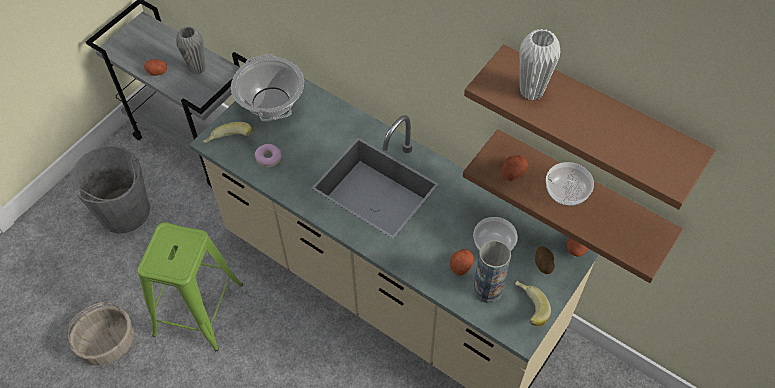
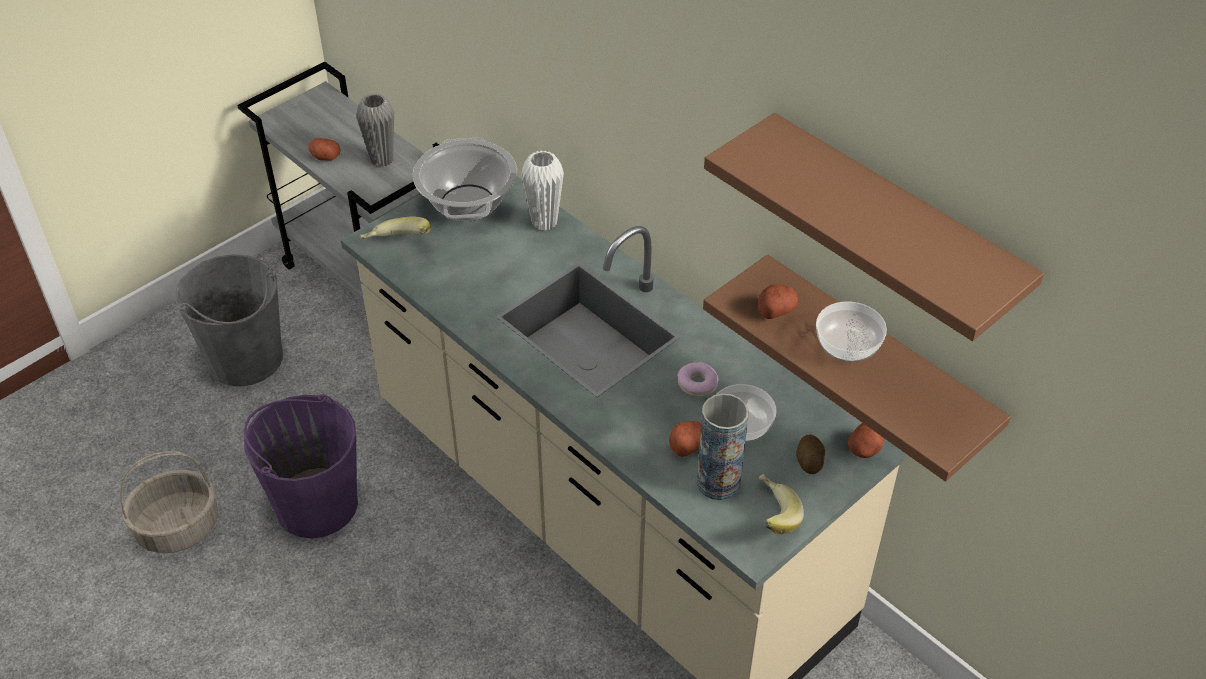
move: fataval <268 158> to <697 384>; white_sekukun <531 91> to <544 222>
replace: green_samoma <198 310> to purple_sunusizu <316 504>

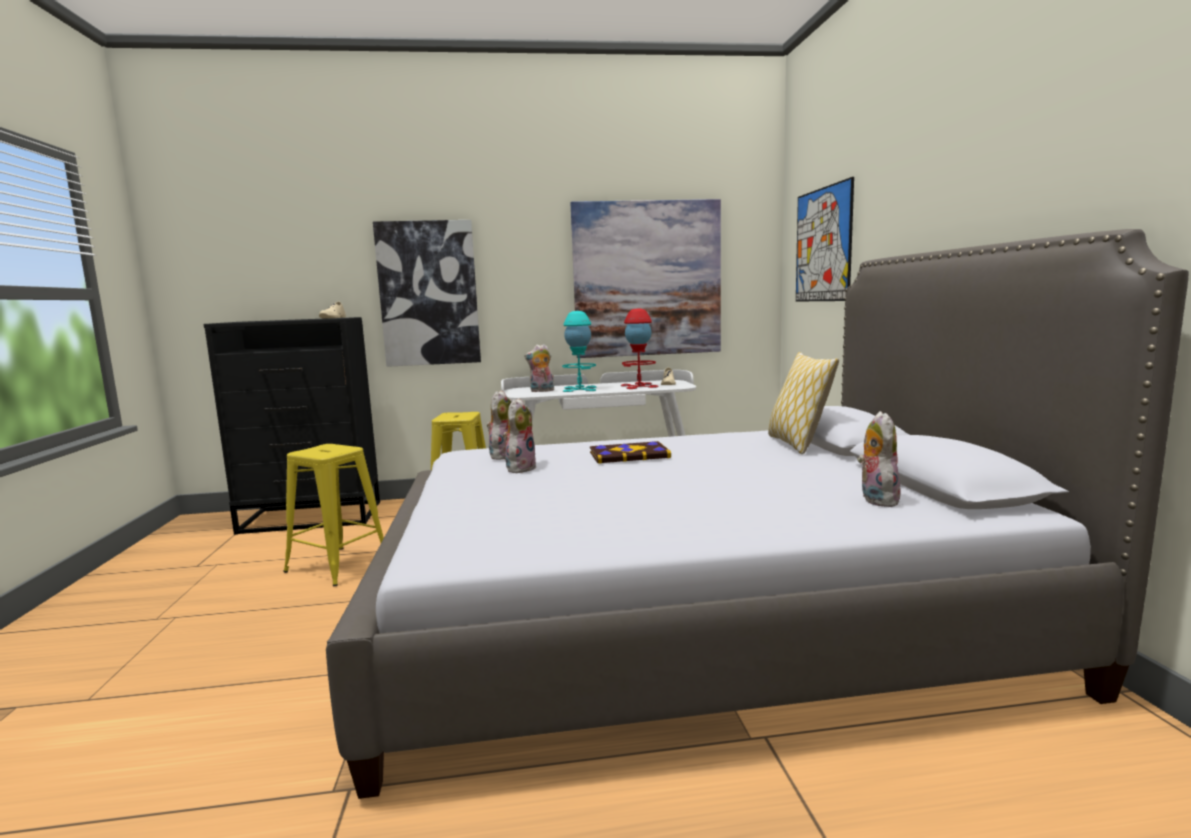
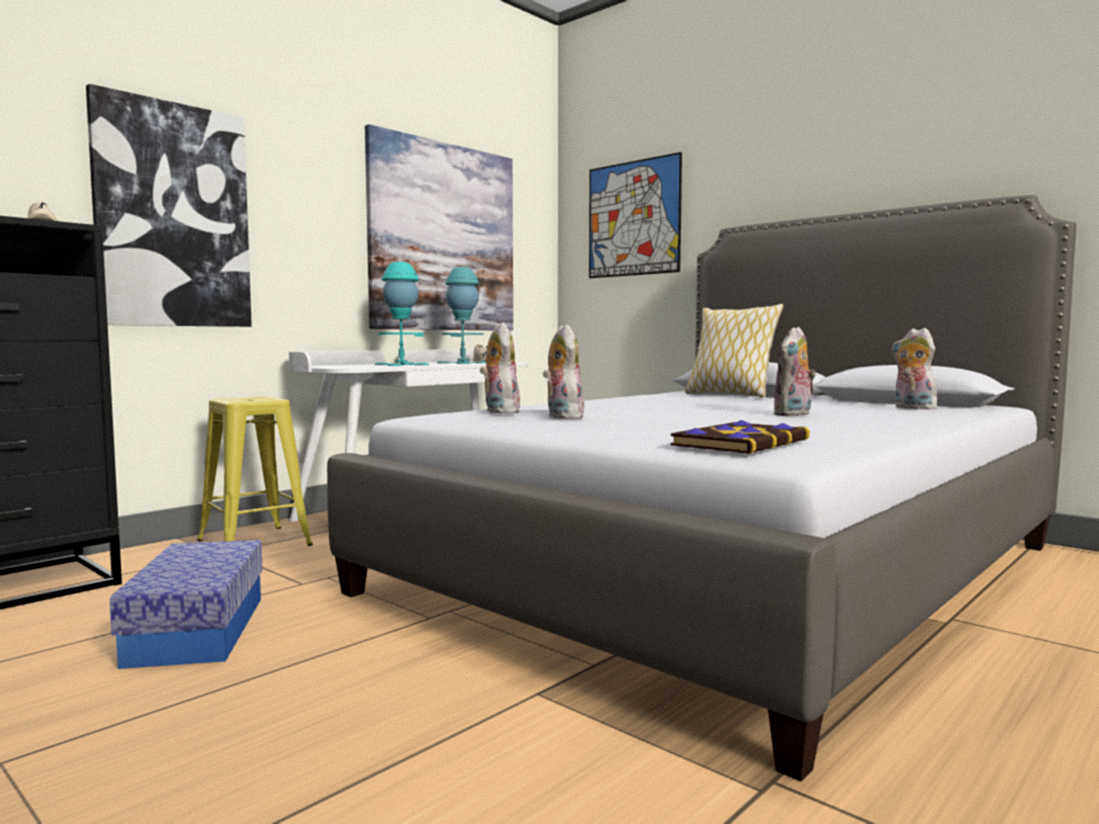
move: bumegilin <541 391> to <794 415>; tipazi <629 455> to <739 442>
replace: yellow_samoma <338 566> to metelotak <197 630>
recolor: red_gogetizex <639 386> to turquoise_gogetizex <462 363>

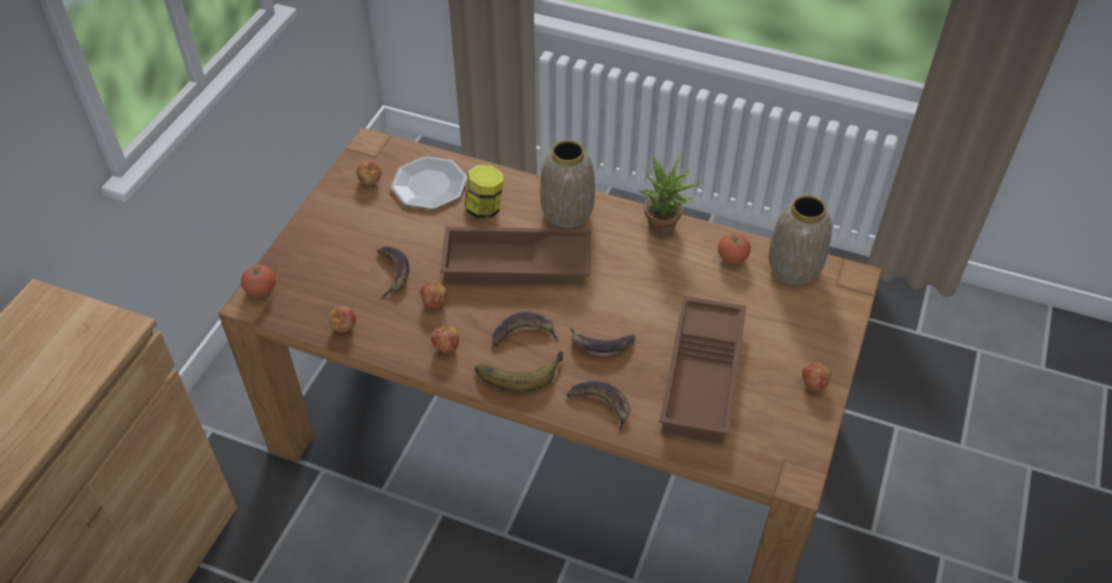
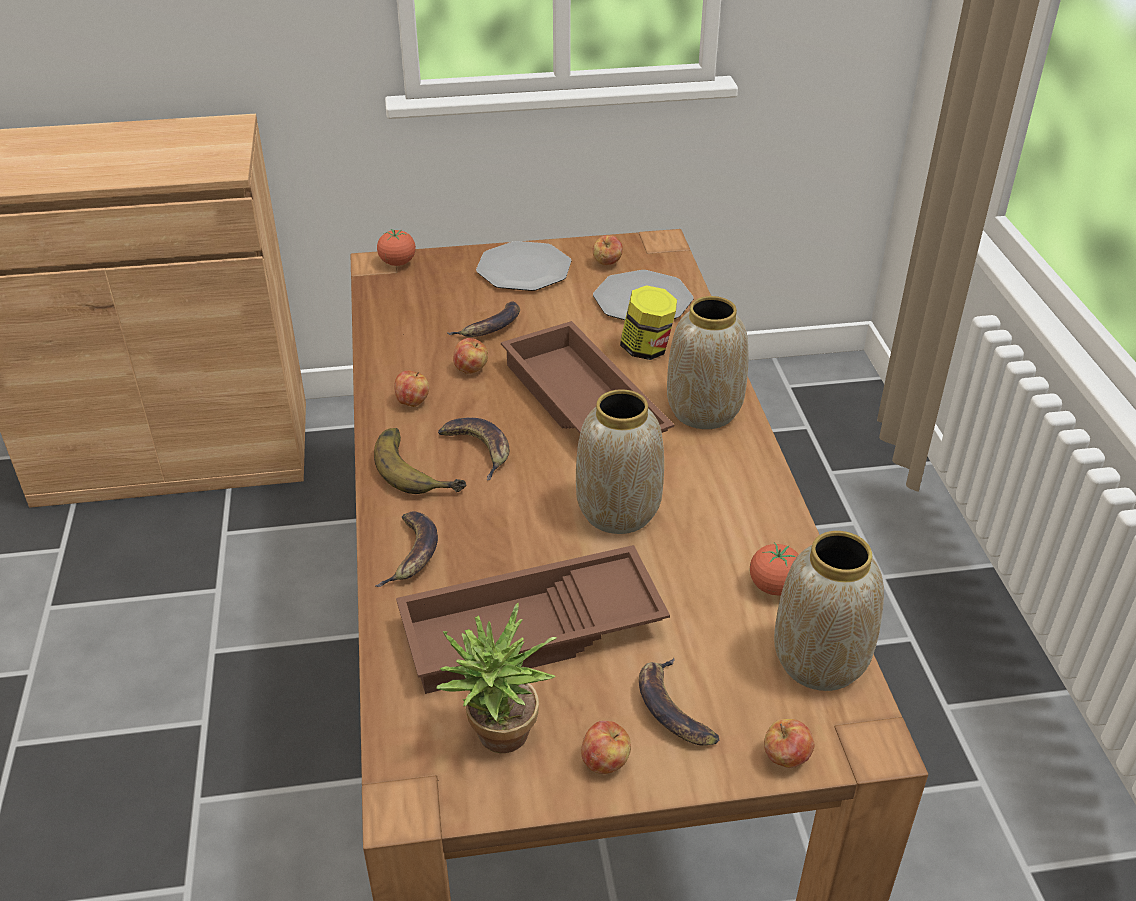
insert: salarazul <523 269>; sekukun <617 511>
move: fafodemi <344 328> to <786 759>; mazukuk <601 344> to <673 708>; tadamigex <665 228> to <498 741>

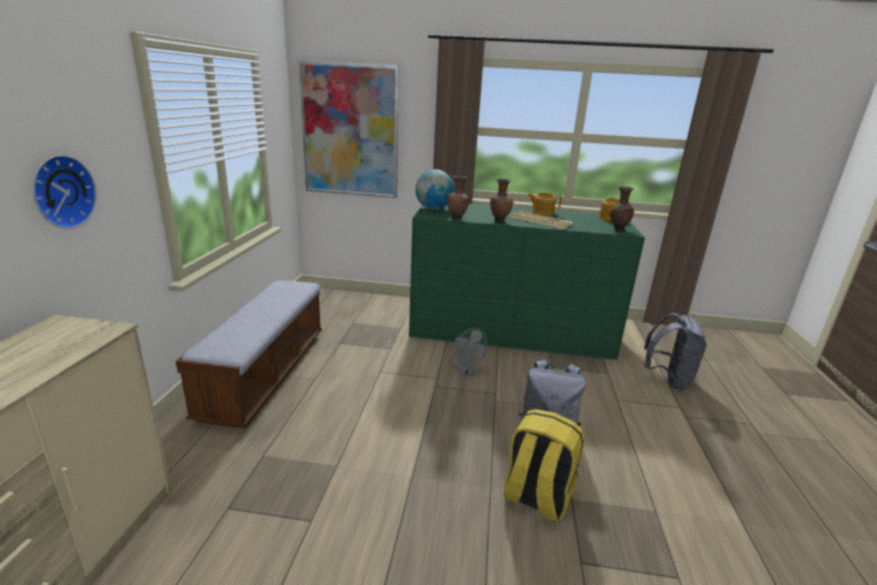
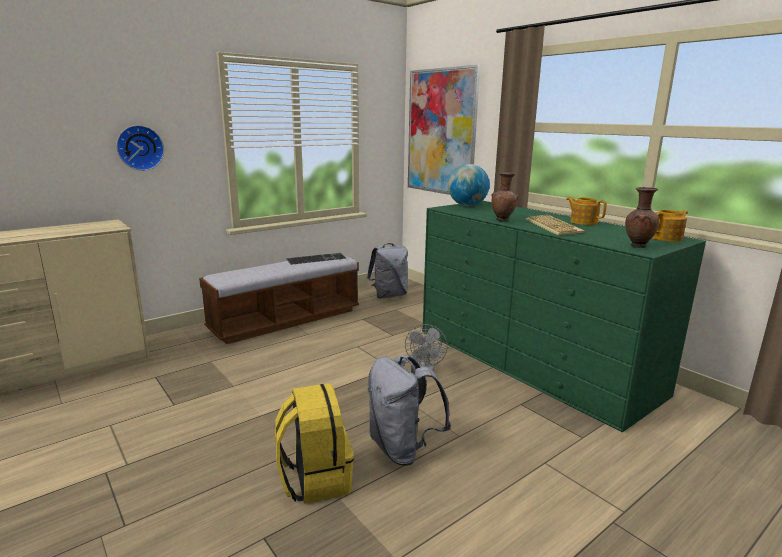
delete: brown_sekukun <457 218>
insert: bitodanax <316 258>
move: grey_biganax <668 379> to <389 295>

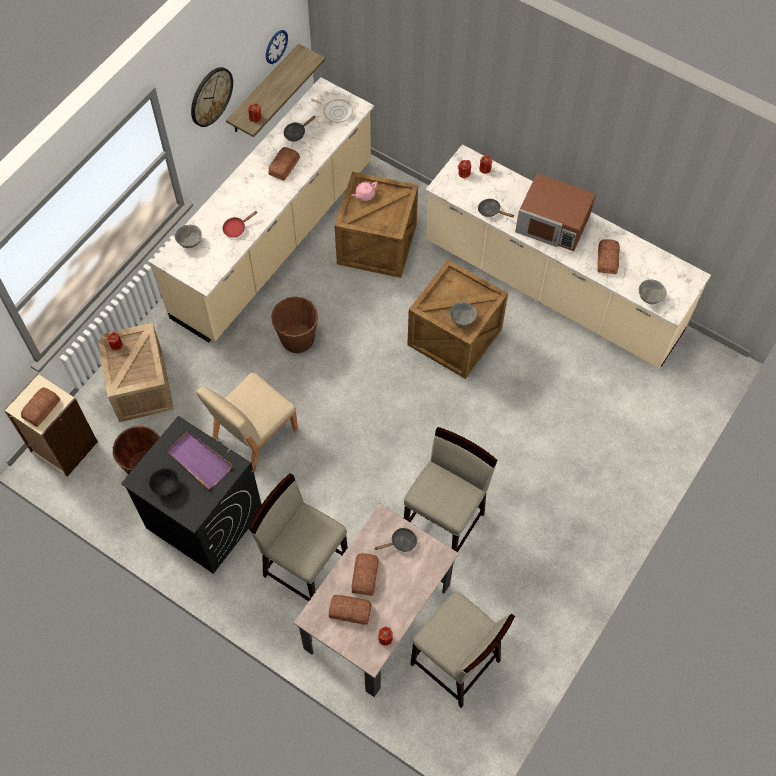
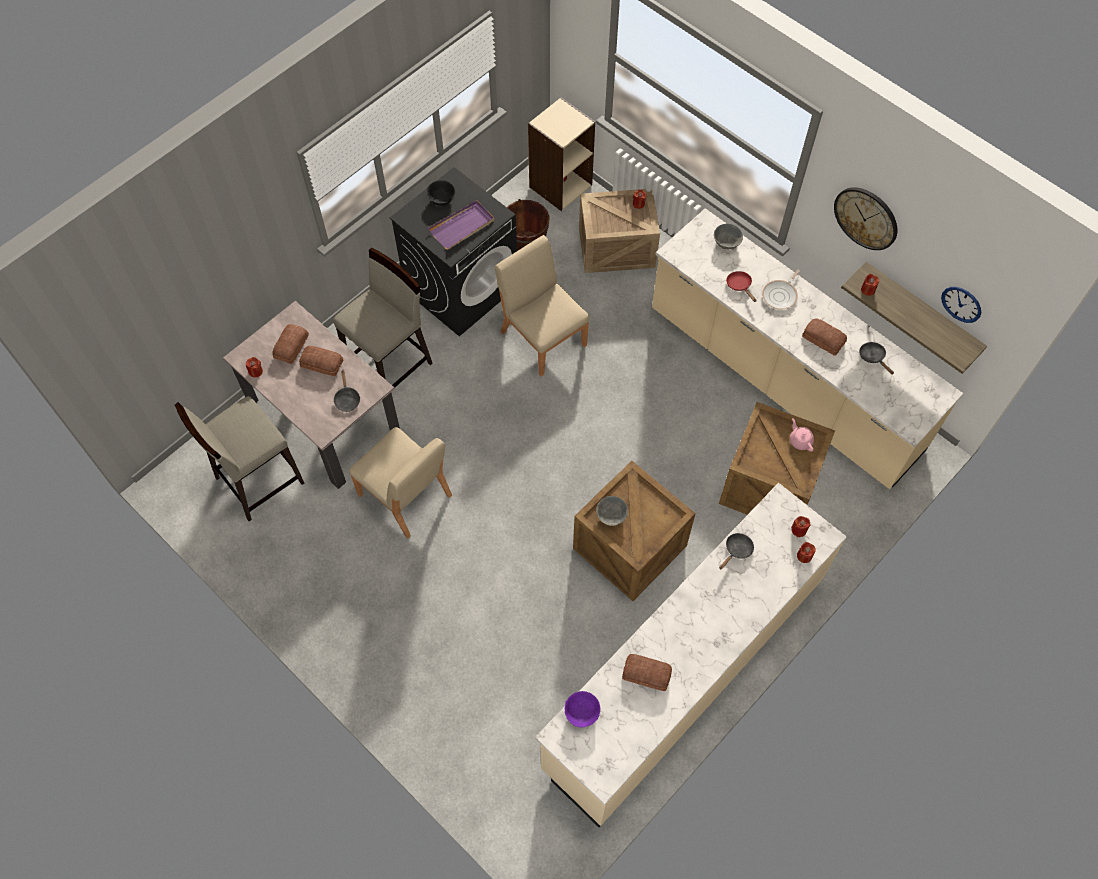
delete: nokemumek <40 409>; brown_sunusizu <297 338>; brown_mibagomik <553 223>
move: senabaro <336 112> to <780 295>
replace: beige_samoma <444 523> to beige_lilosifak <405 496>
recolor: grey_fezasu <650 297> to purple_fezasu <582 713>

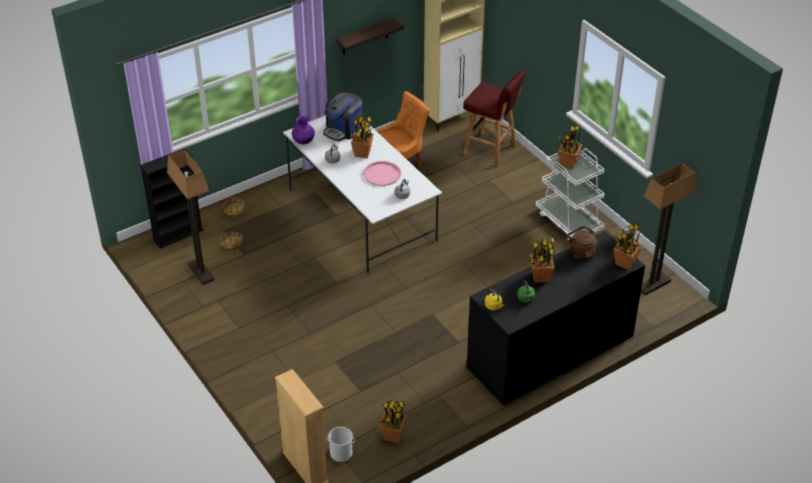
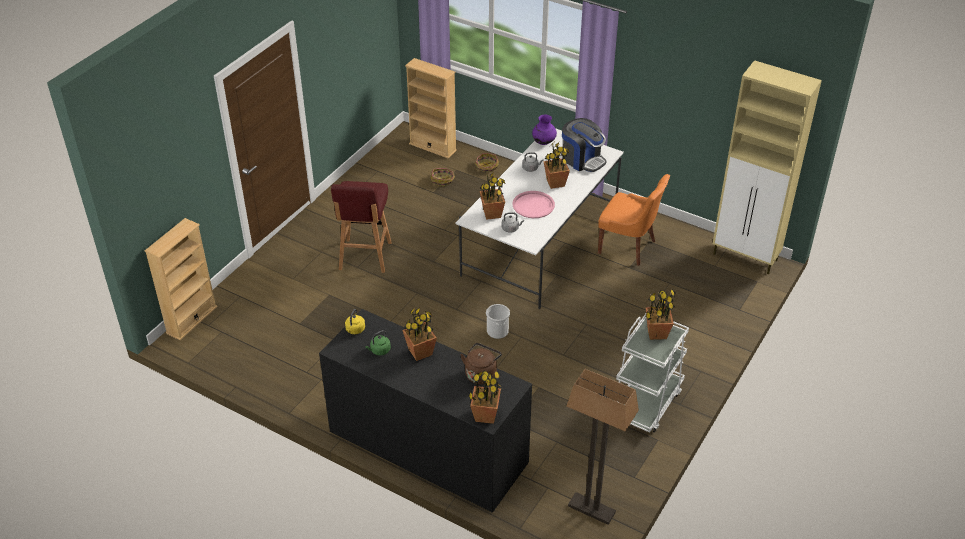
delete: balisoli <200 272>; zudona <365 36>
move: sunusizu <341 453> to <497 331>; tadamigex <392 435> to <492 213>; red_samoma <491 150> to <364 257>
recolor: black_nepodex <178 235> to beige_nepodex <433 147>
rotate: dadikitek <343 129> = <582 160> 150 degrees counterclockwise

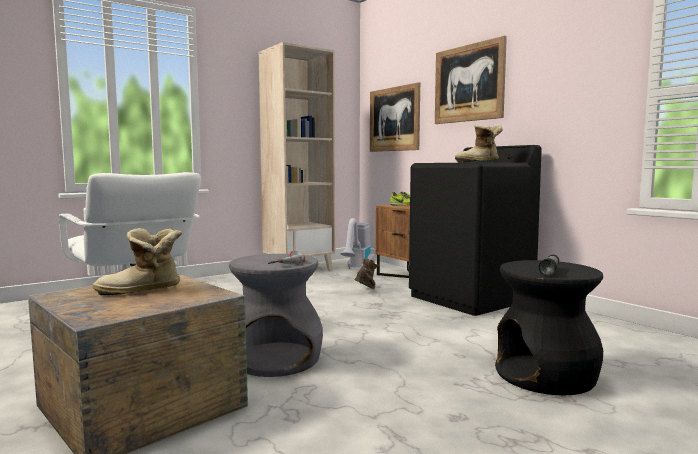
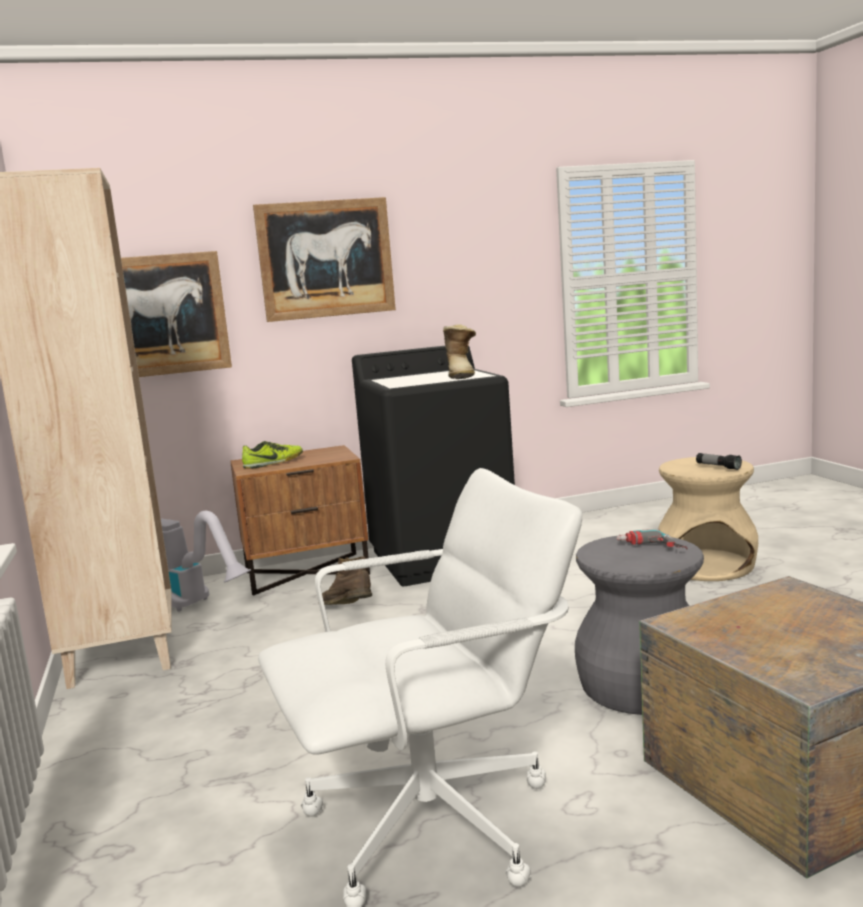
delete: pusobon <141 291>
recolor: black_samoma <546 376> to beige_samoma <707 566>

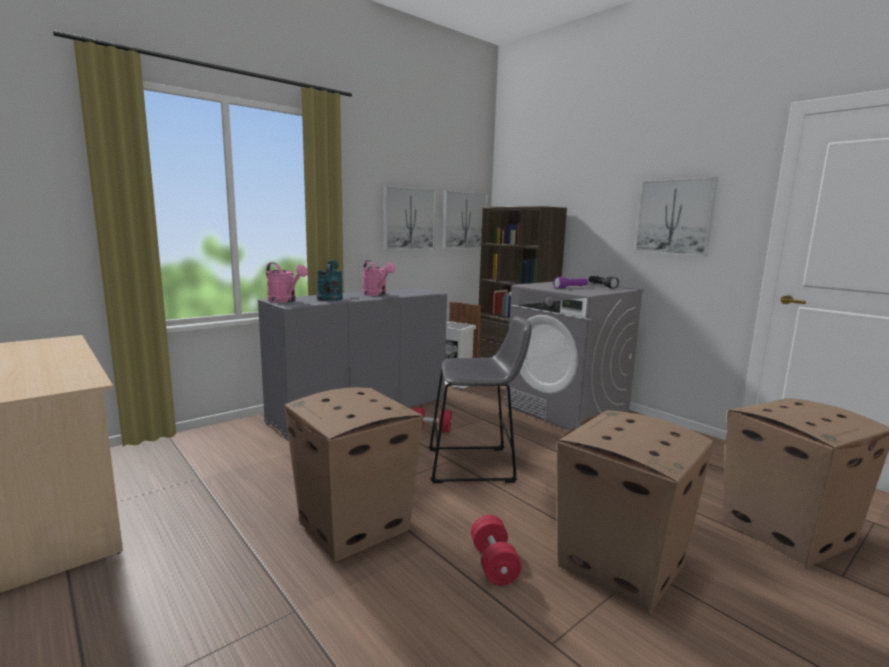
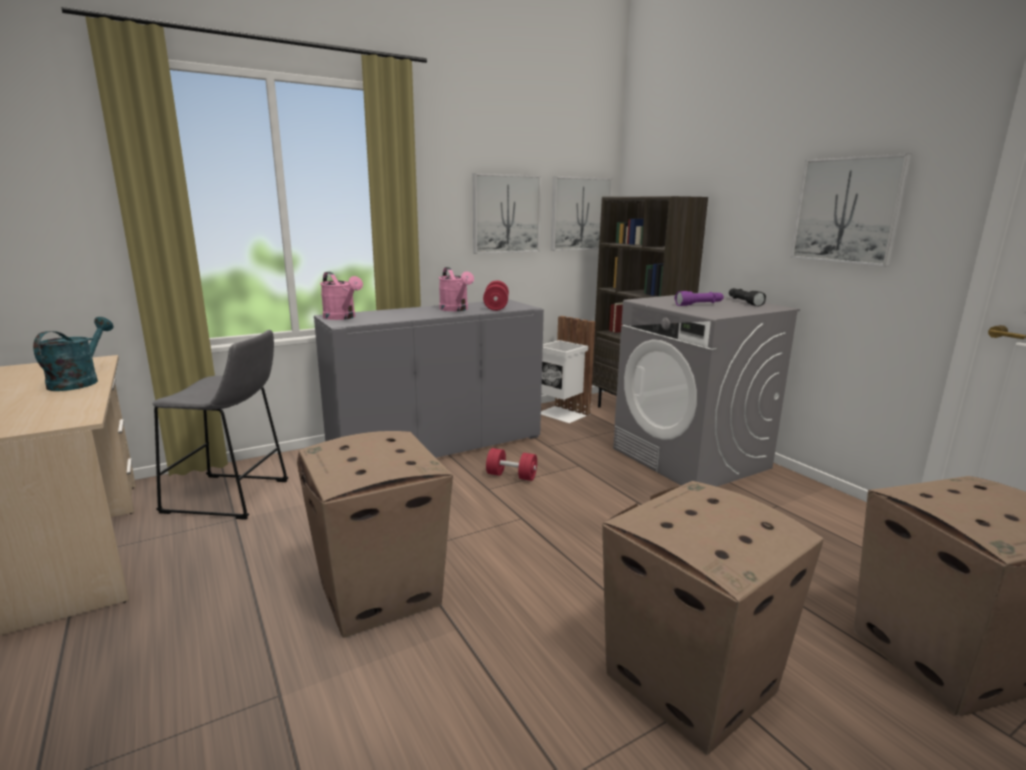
move: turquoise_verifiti <330 298> to <79 381>; grey_samoma <476 465> to <232 497>; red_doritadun <494 564> to <496 307>

